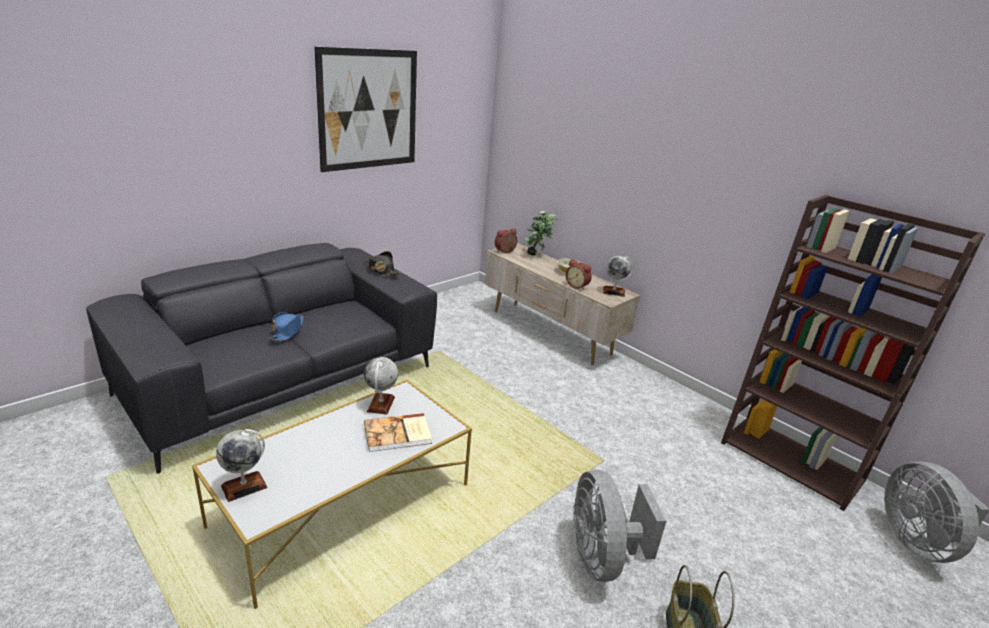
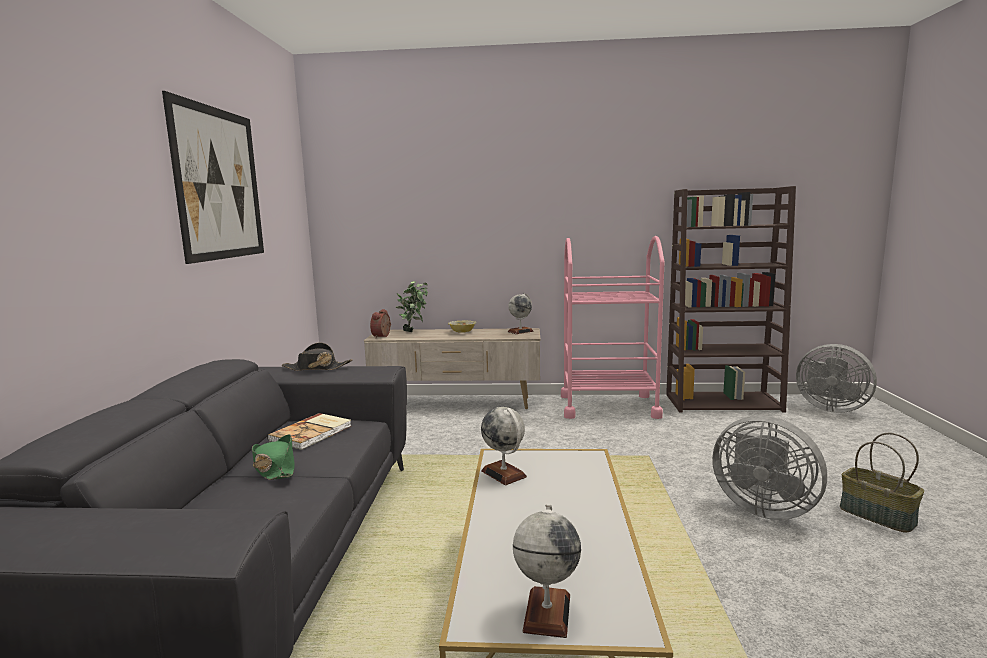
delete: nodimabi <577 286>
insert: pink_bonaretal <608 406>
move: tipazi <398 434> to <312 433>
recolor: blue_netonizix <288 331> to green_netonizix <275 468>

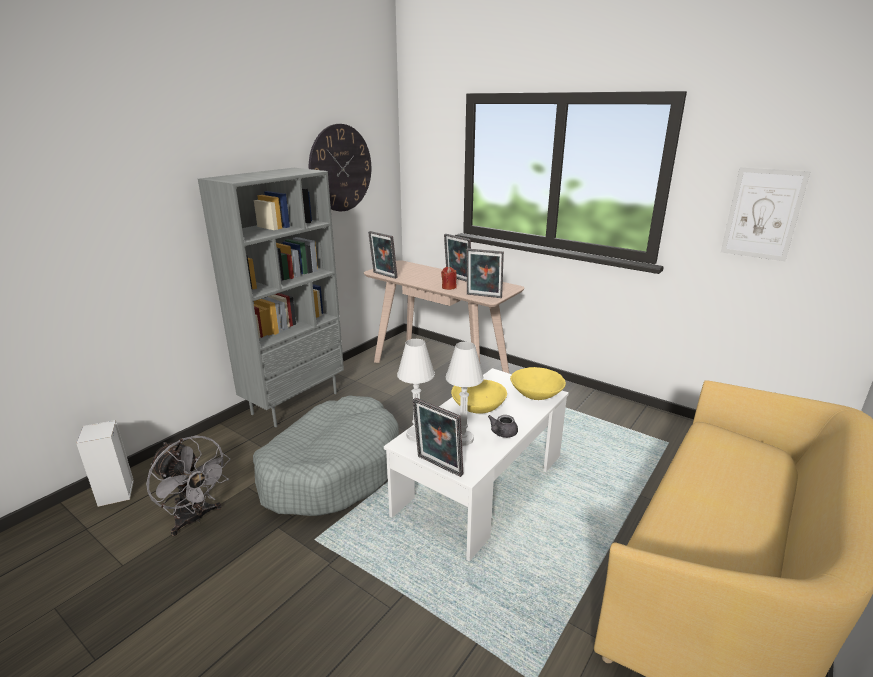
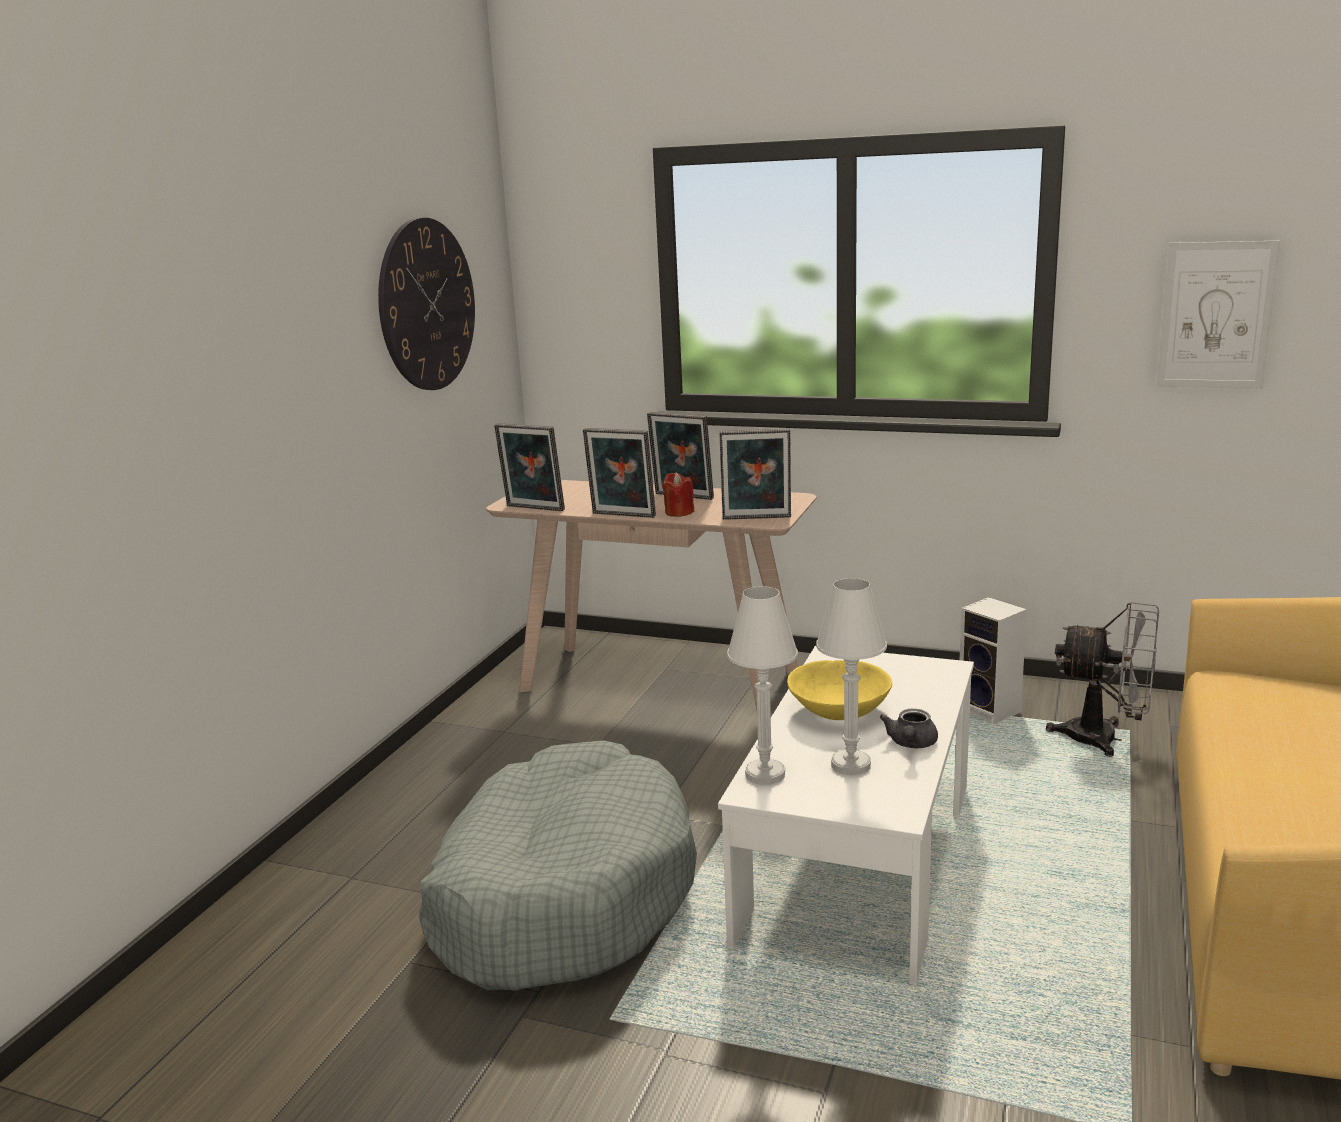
delete: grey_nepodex <295 402>; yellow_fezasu <536 394>
move: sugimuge <117 494> to <991 711>; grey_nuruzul <195 519> to <1105 739>; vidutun <437 467> to <622 516>

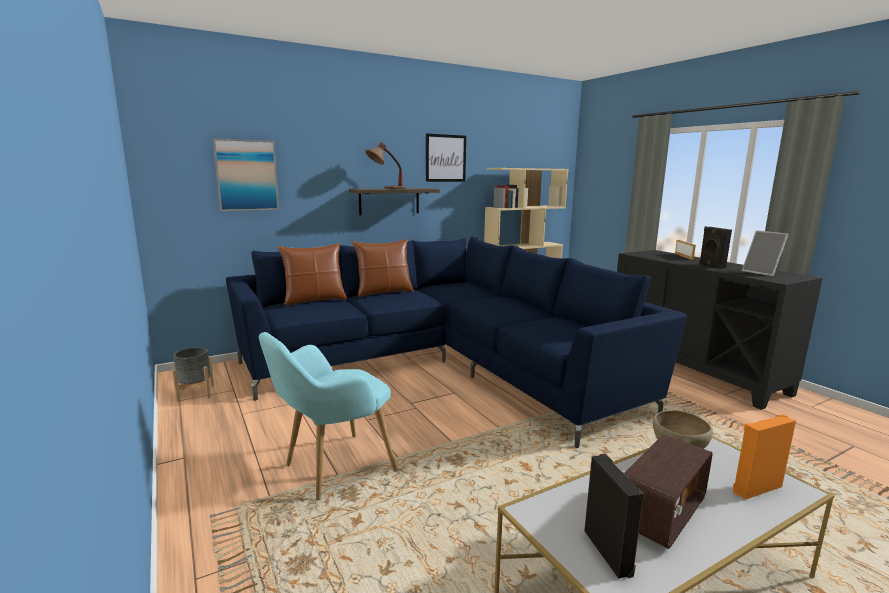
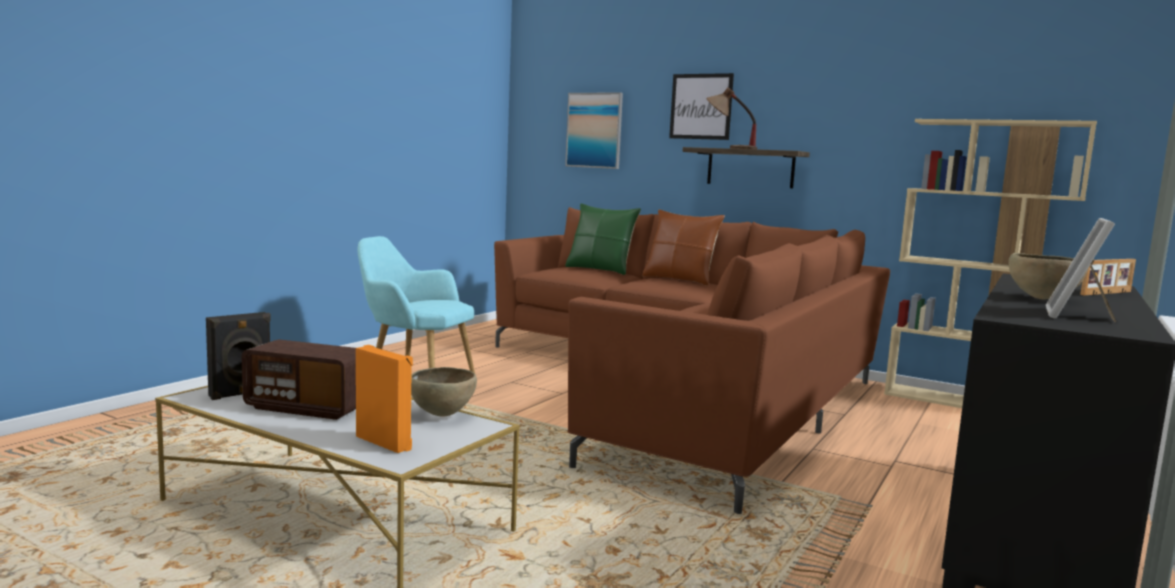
delete: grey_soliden <196 393>
move: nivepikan <445 158> to <701 106>
replace: black_sugimuge <711 266> to brown_fezasu <1043 299>
recolor: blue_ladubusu <443 366> to brown_ladubusu <689 388>; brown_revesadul <314 300> to green_revesadul <600 270>

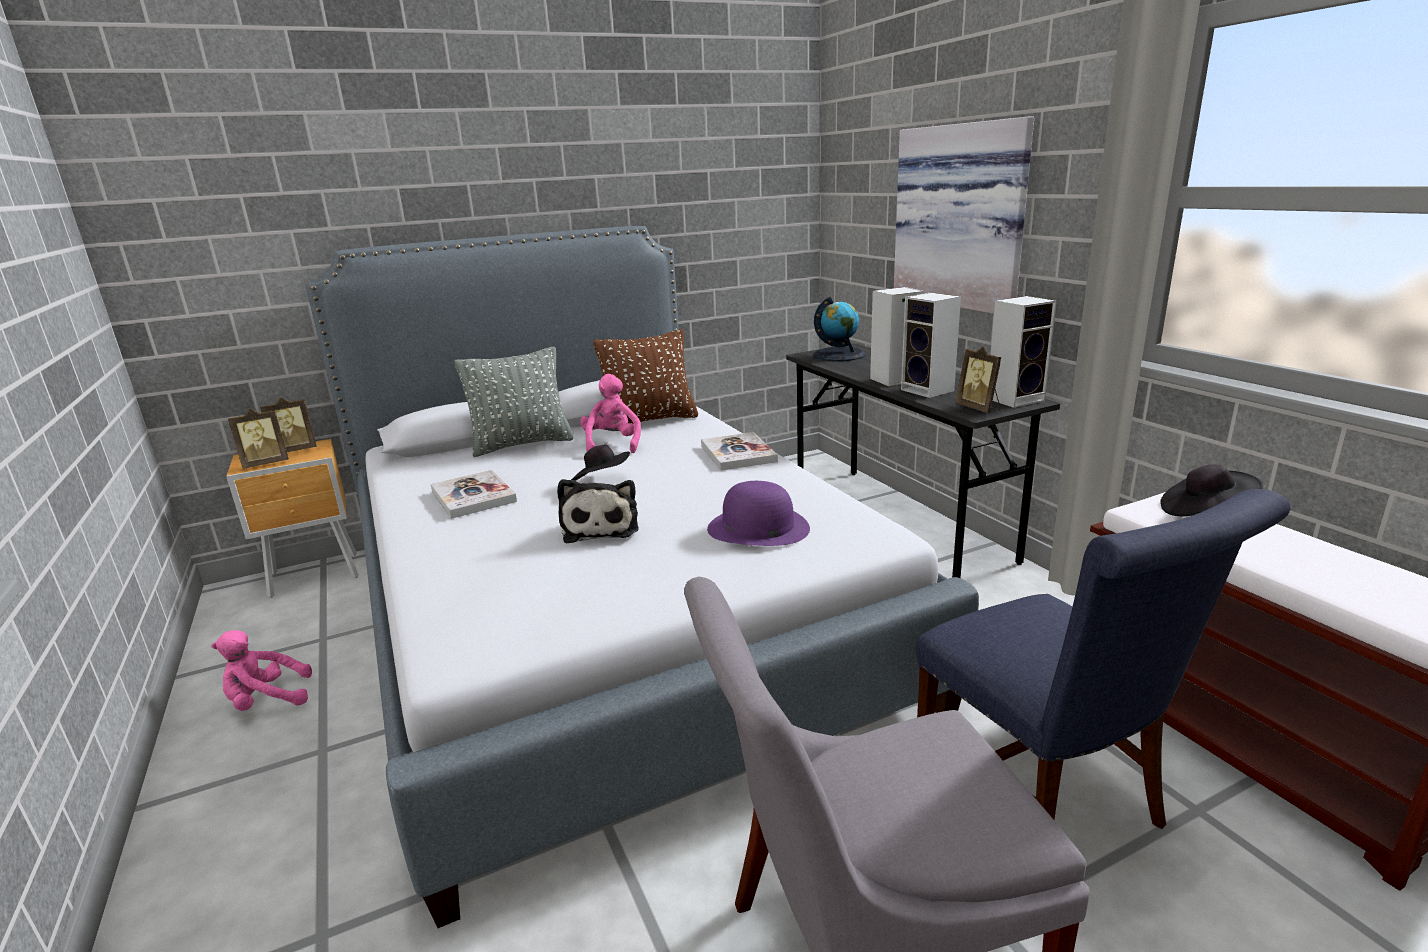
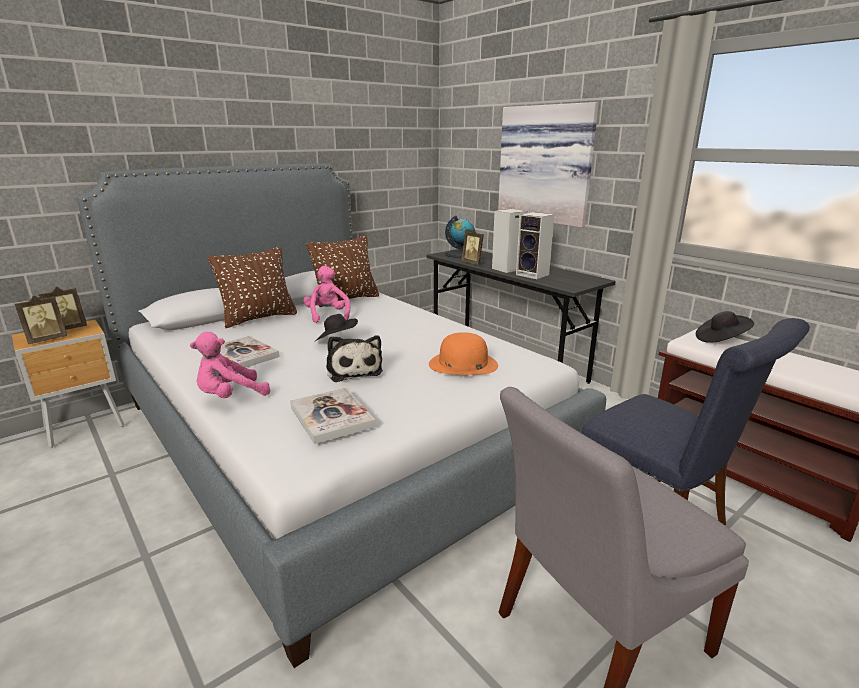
delete: sugimuge <1016 399>
move: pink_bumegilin <267 701> to <230 397>; tipazi <738 453> to <332 417>; vidutun <979 408> to <473 263>
recolor: grey_revesadul <522 444> to brown_revesadul <259 318>; purple_netonizix <757 528> to orange_netonizix <463 364>

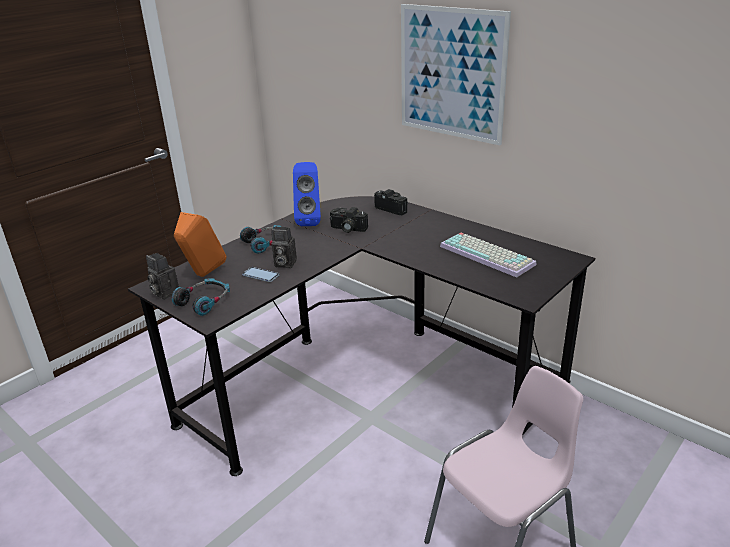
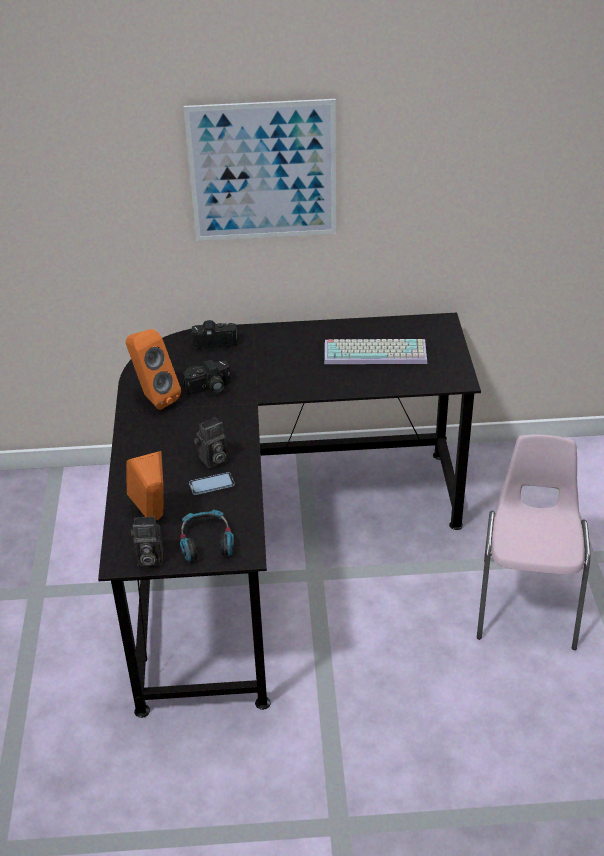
delete: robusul <266 243>
recolor: blue_sugimuge <310 221> to orange_sugimuge <154 398>

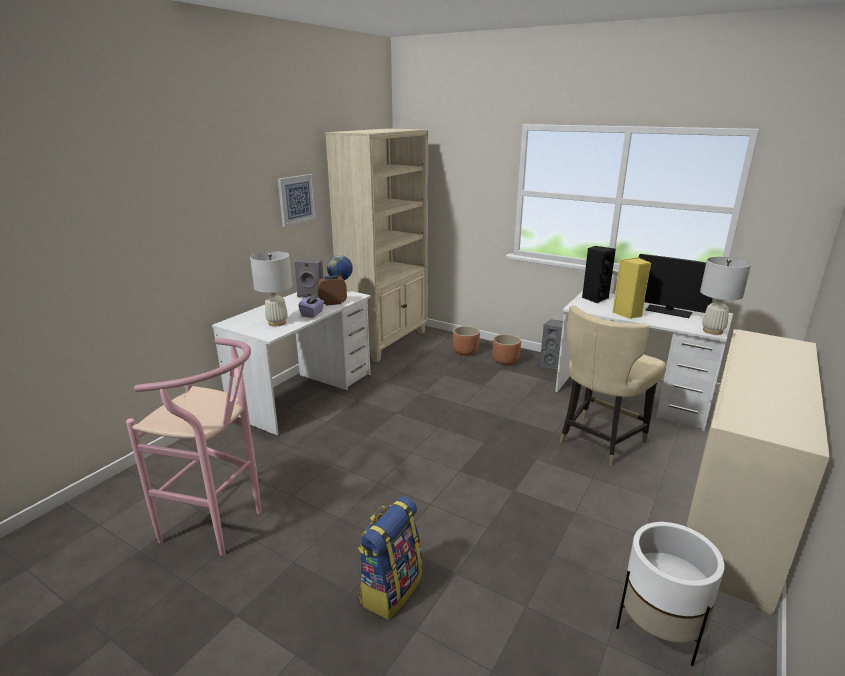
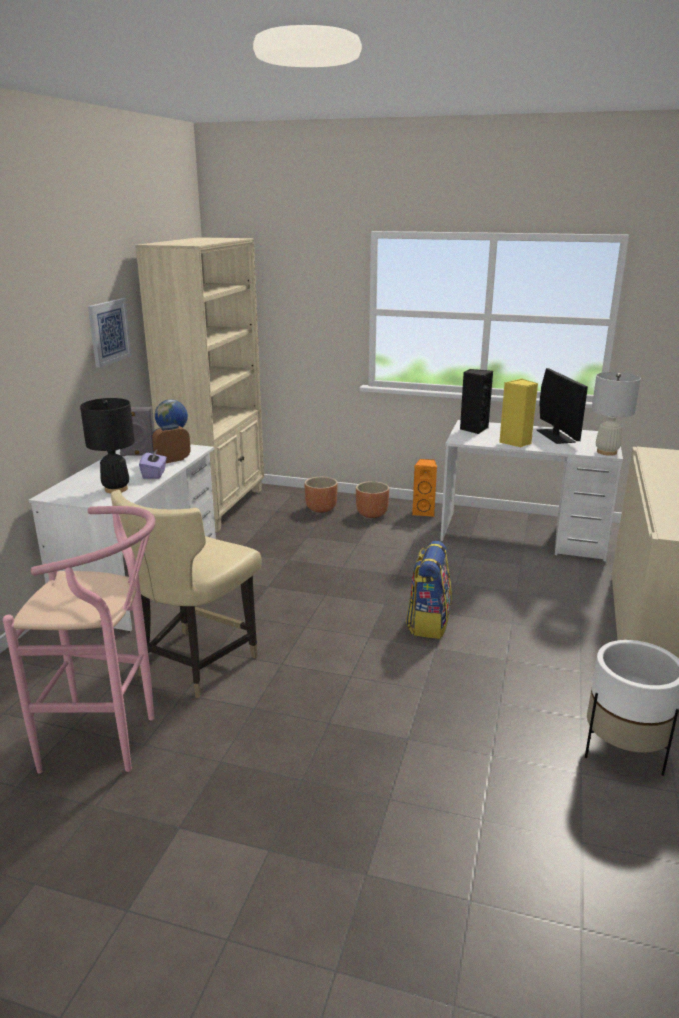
move: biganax <390 588> to <428 623>; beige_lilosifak <599 440> to <195 663>
recolor: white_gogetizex <277 323> to black_gogetizex <116 489>; grey_sugimuge <550 364> to orange_sugimuge <424 512>
rotate: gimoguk <668 311> = <555 436> 120 degrees counterclockwise

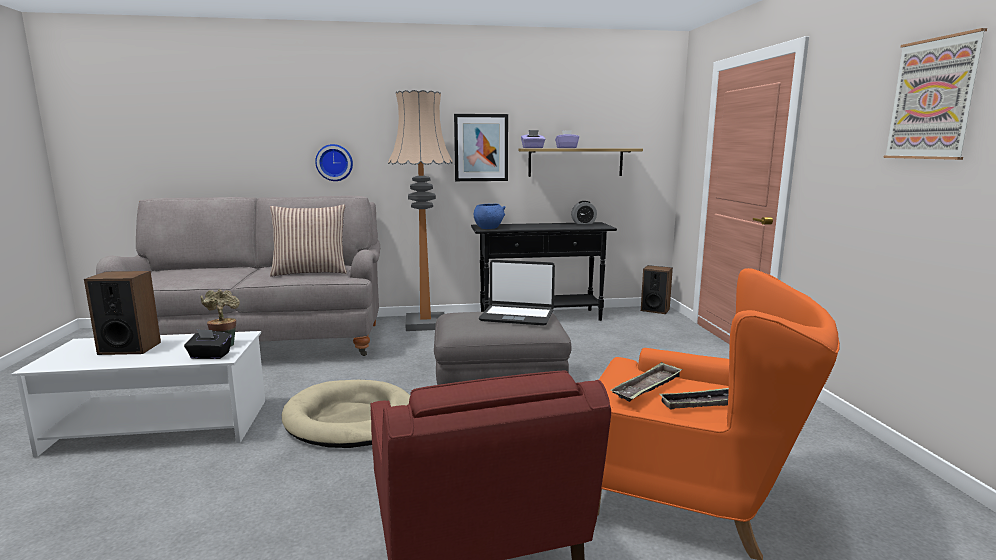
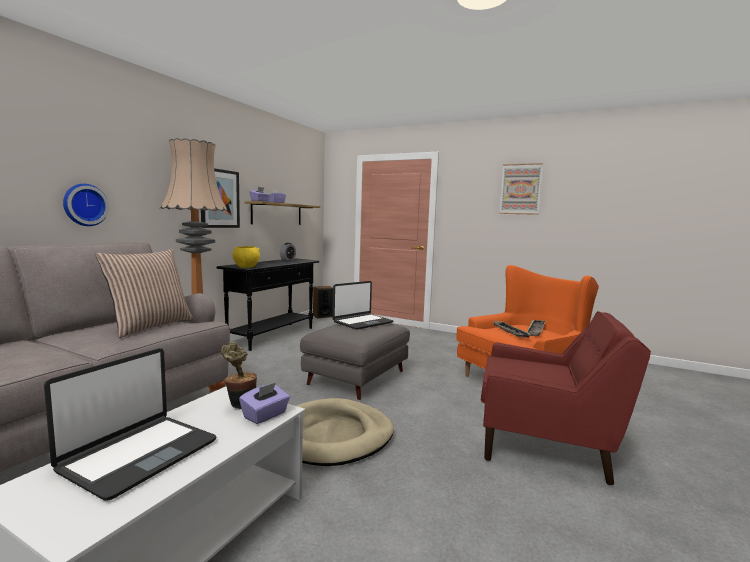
replace: sugimuge <130 348> to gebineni <139 455>
recolor: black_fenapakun <210 356> to purple_fenapakun <265 415>; blue_fezasu <489 228> to yellow_fezasu <246 267>

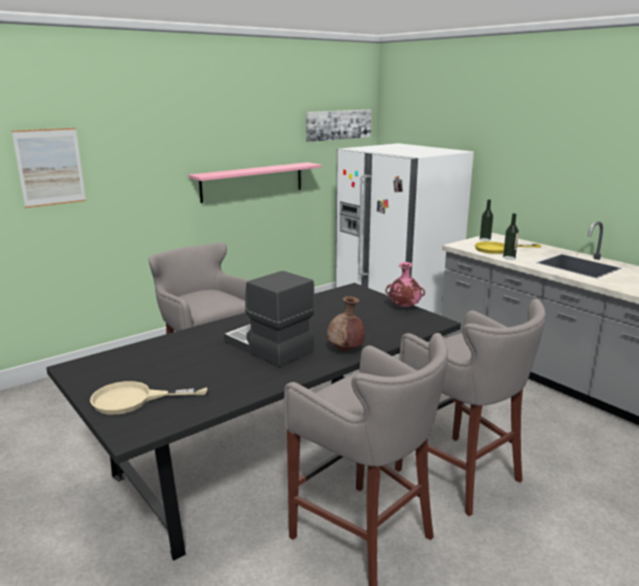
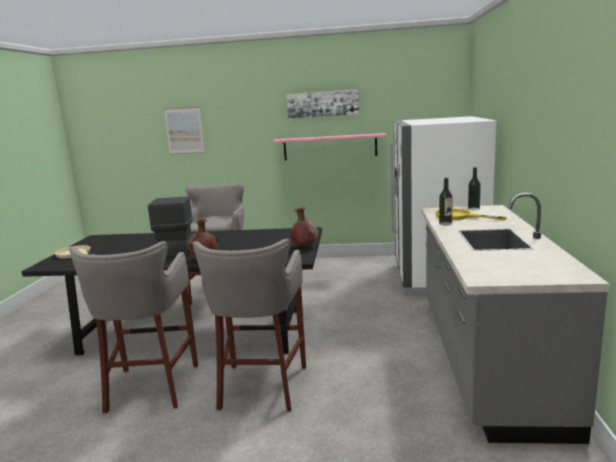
move: nivepikan <338 125> to <322 104>
recolor: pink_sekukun <403 307> to brown_sekukun <305 246>

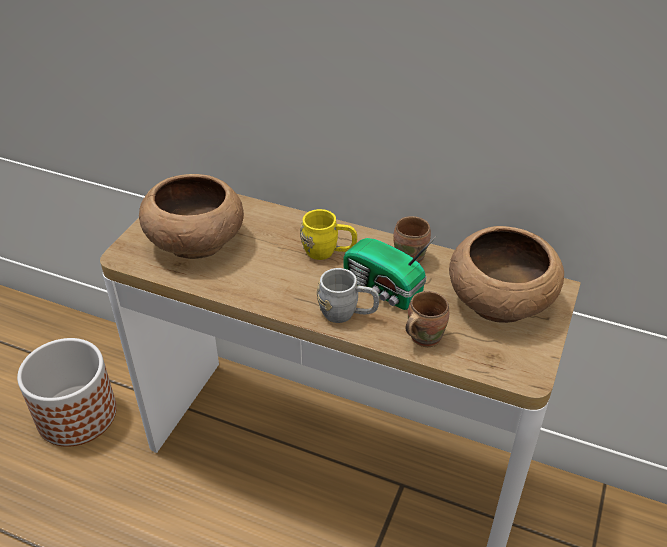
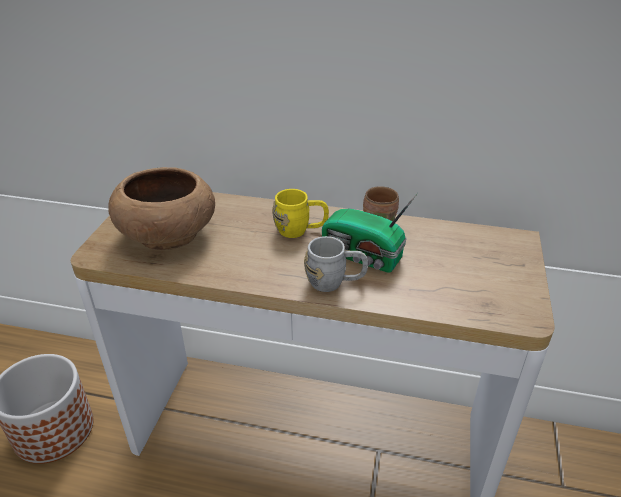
delete: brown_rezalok <422 336>; brown_fezasu <501 302>

